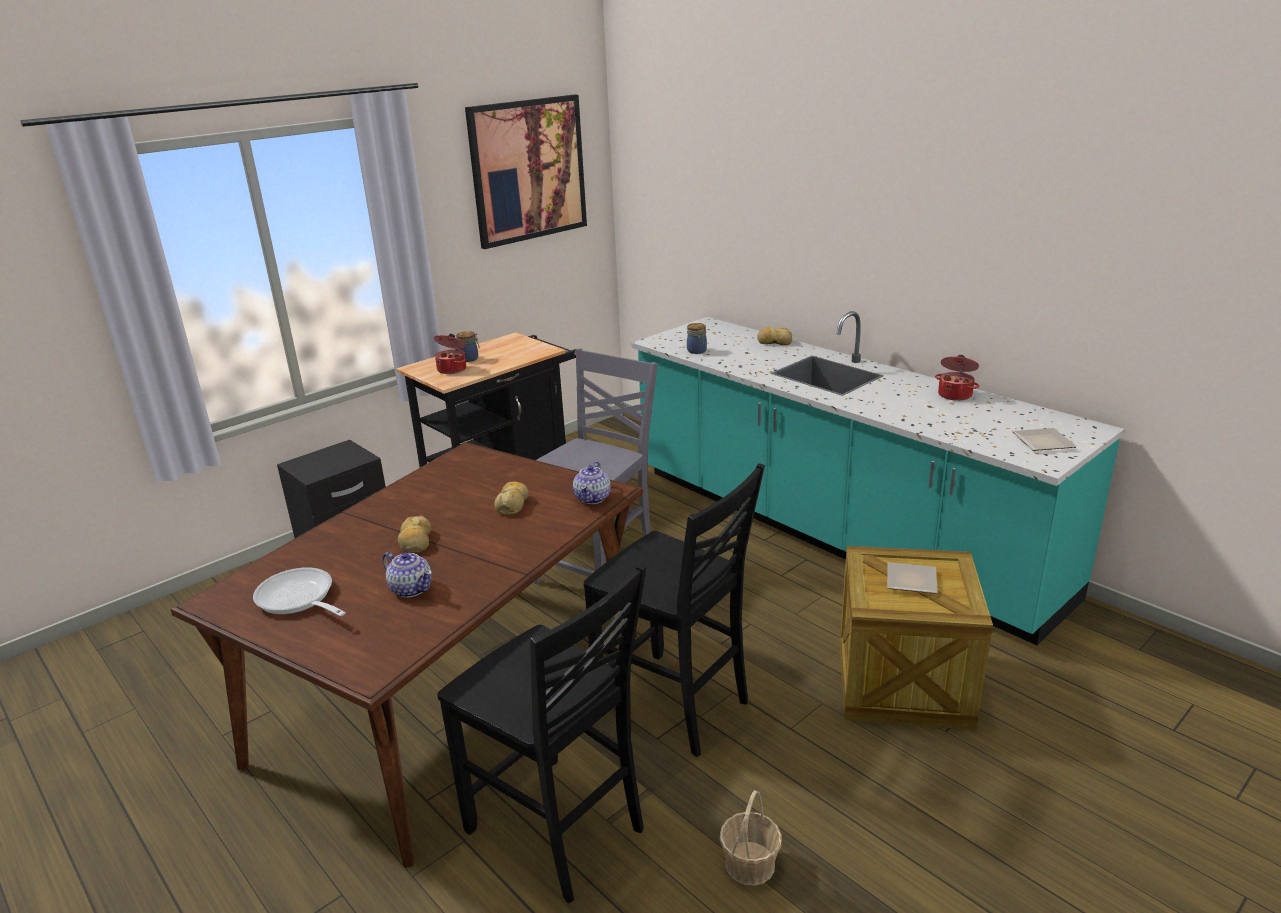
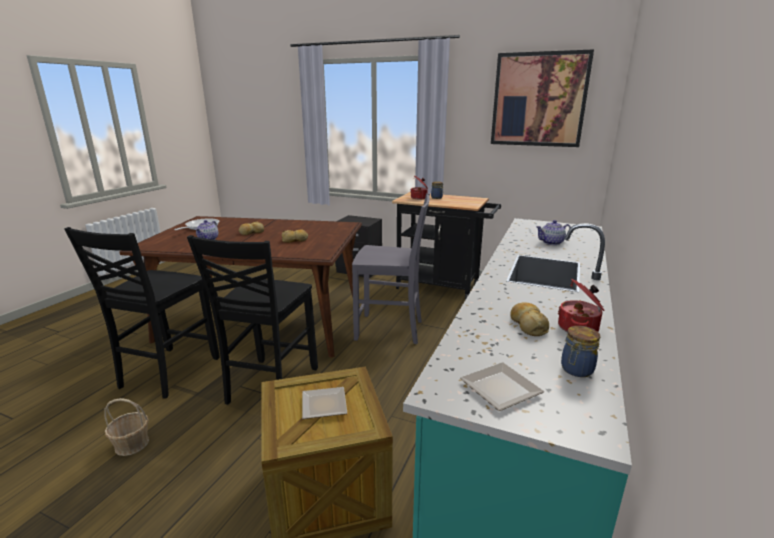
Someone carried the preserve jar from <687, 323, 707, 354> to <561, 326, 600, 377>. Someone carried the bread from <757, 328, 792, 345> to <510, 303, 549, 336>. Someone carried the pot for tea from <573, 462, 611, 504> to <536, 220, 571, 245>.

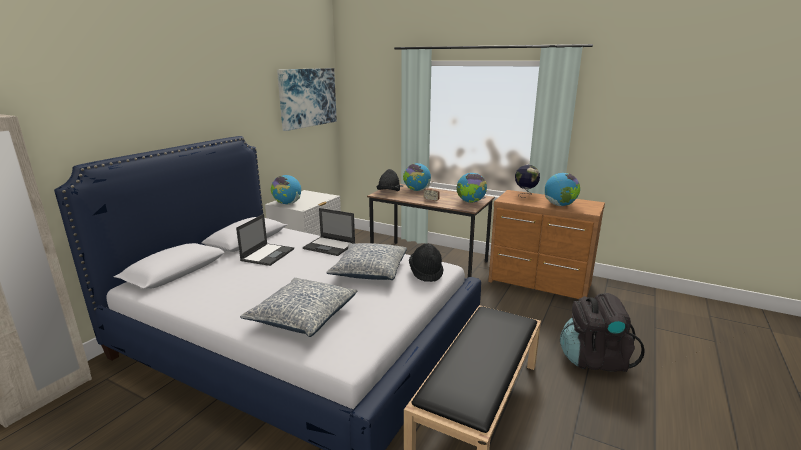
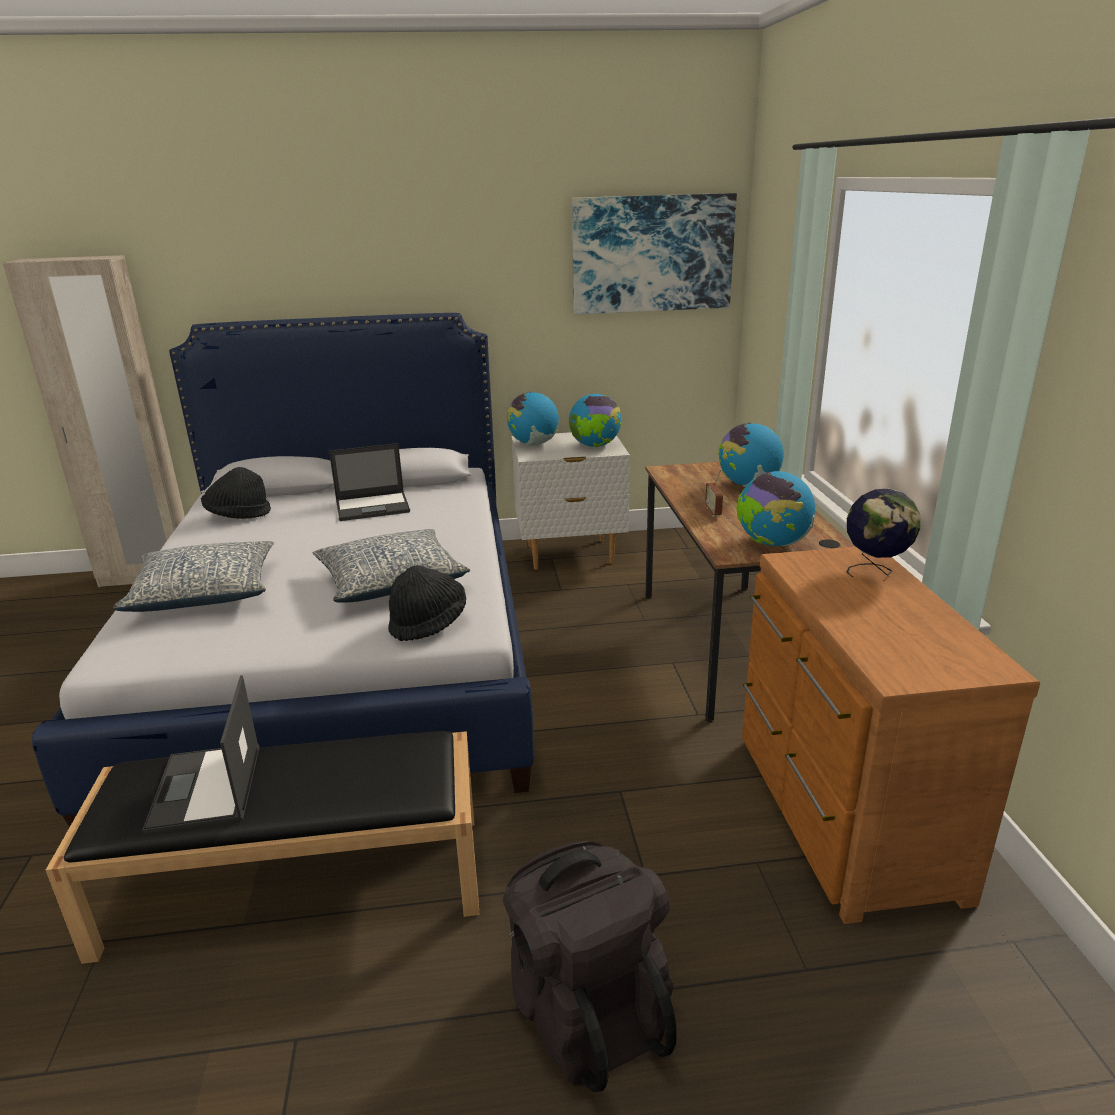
Someone carried the clothing hat (black) from <377, 169, 400, 191> to <201, 467, 271, 519>. Someone carried the desk globe from <545, 173, 580, 206> to <569, 394, 621, 448>. Someone carried the notebook computer from <303, 208, 355, 256> to <142, 675, 259, 834>.

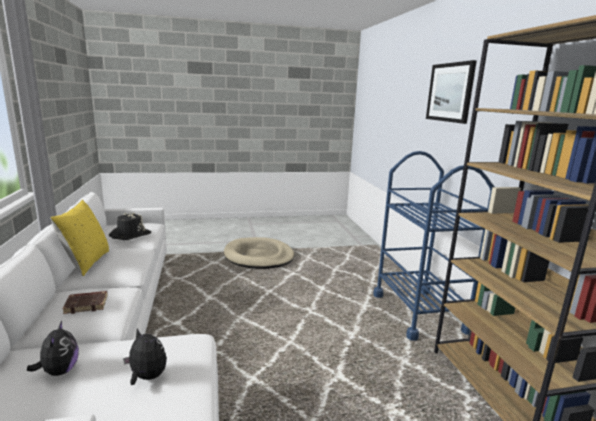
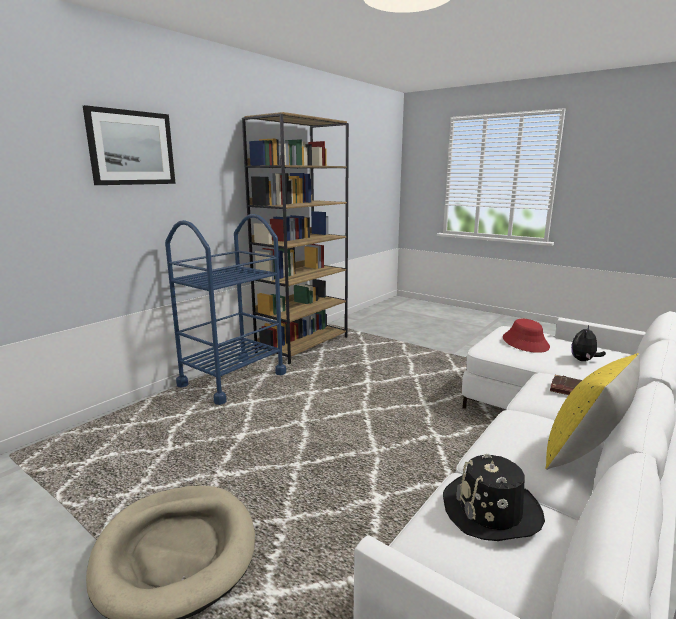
Someone swapped the soft toy at <123, 328, 167, 385> for the clothing hat (reddish) at <503, 319, 550, 353>.

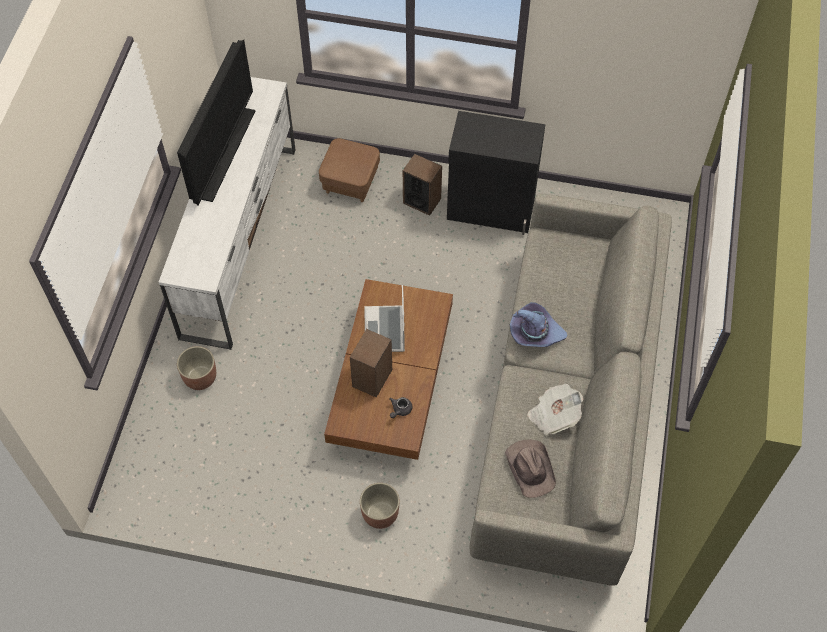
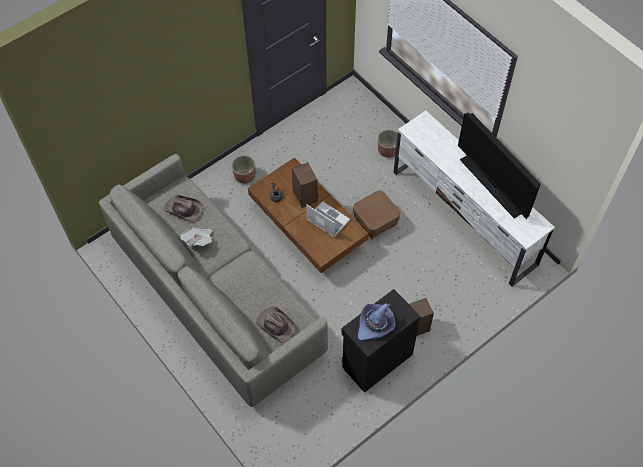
Someone carried the ottoman (brown) from <319, 138, 380, 202> to <353, 191, 400, 239>. Someone carried the clothing hat (purplish) from <510, 302, 568, 347> to <358, 303, 395, 341>. Someone put down the clothing hat (brown) at <256, 307, 296, 343>.

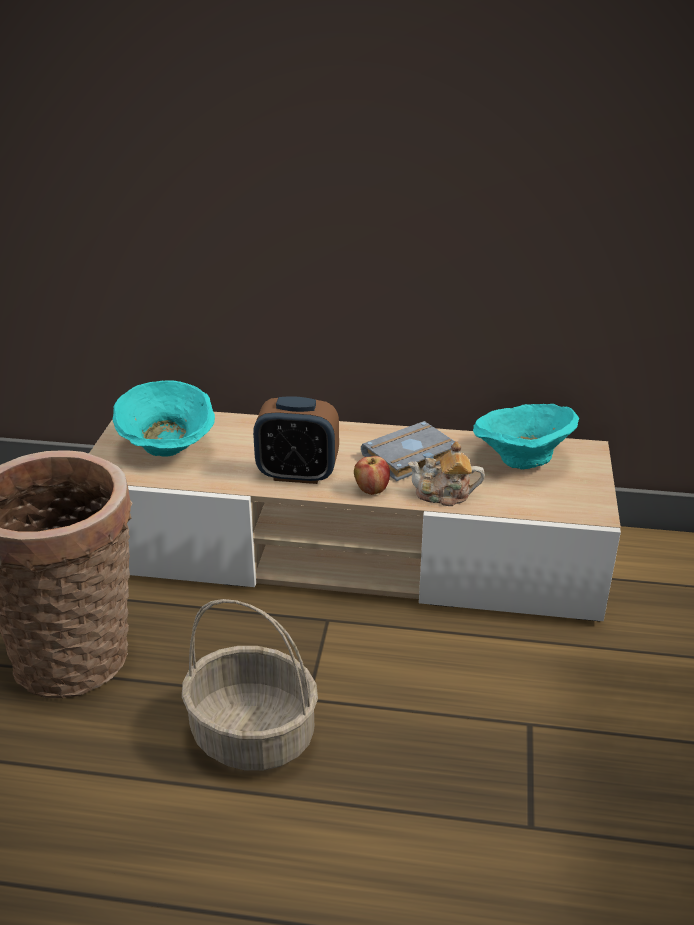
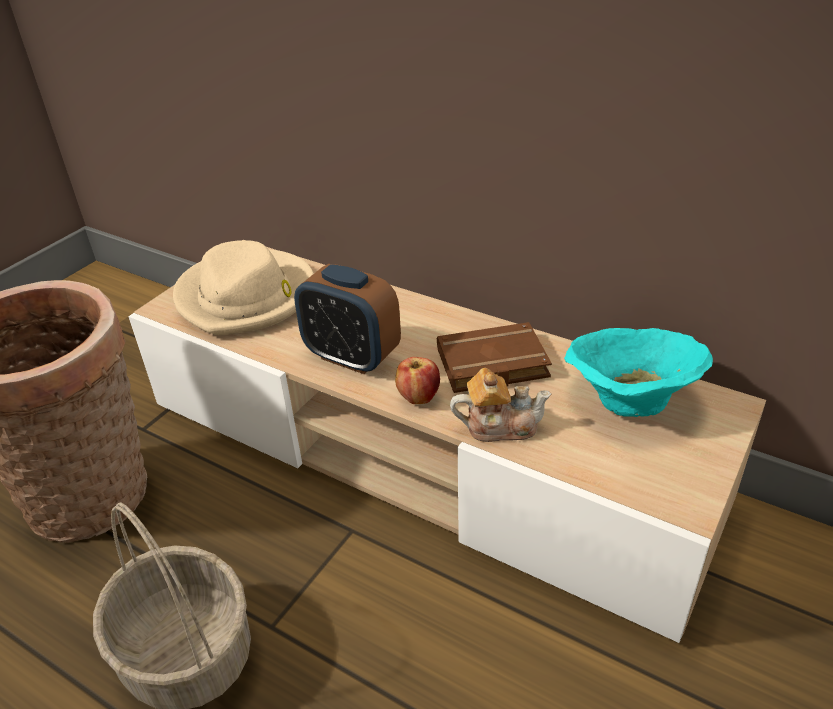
Someone swapped the serving bowl (turquoise) at <113, 380, 215, 456> for the clothing hat (beige-coloured) at <173, 240, 314, 335>. Someone repainted the bound book (grey) at <361, 421, 455, 481>, which became the bound book (brown) at <437, 322, 552, 393>. Someone rotated the pot for tea at <408, 441, 485, 506> by 150 degrees clockwise.

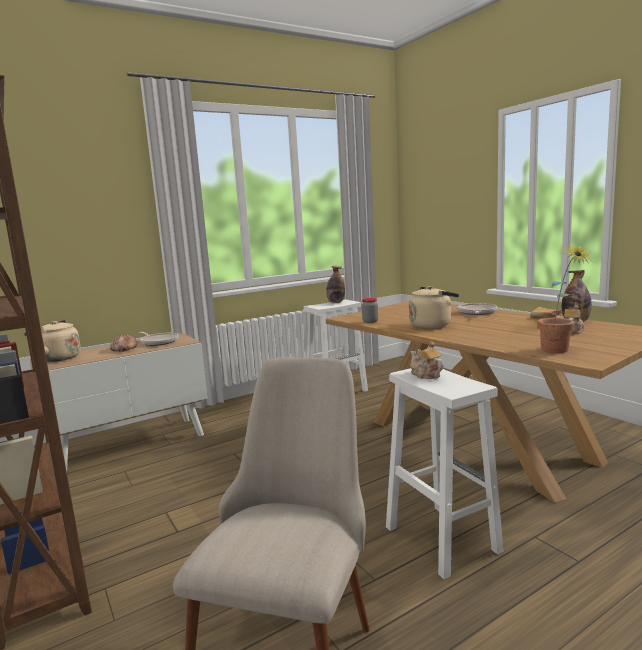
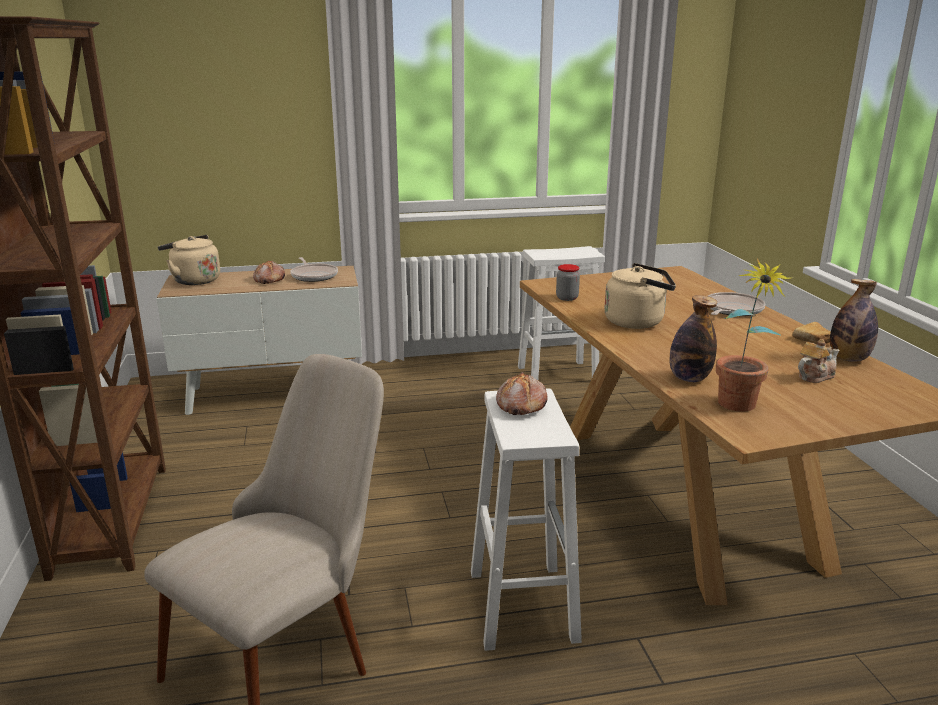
Someone carried the drink bottle from <326, 266, 345, 303> to <670, 295, 717, 382>. Someone swapped the pot for tea at <410, 341, 444, 379> for the bread at <496, 372, 548, 415>.

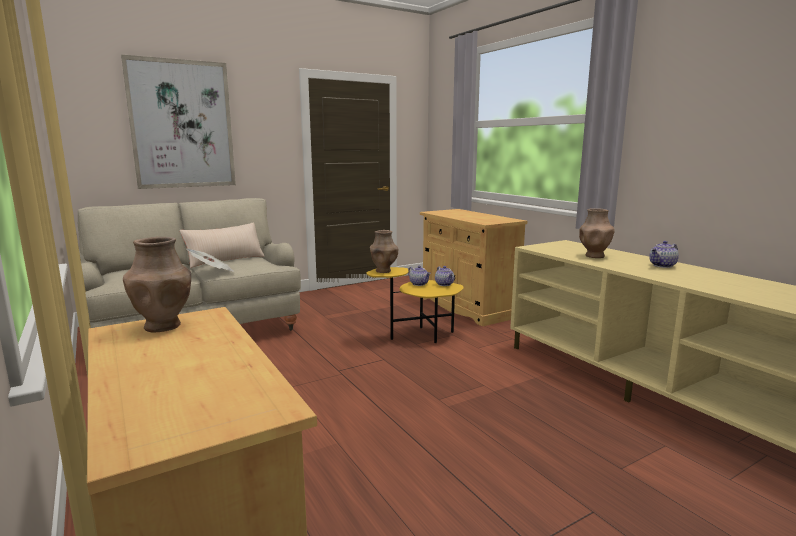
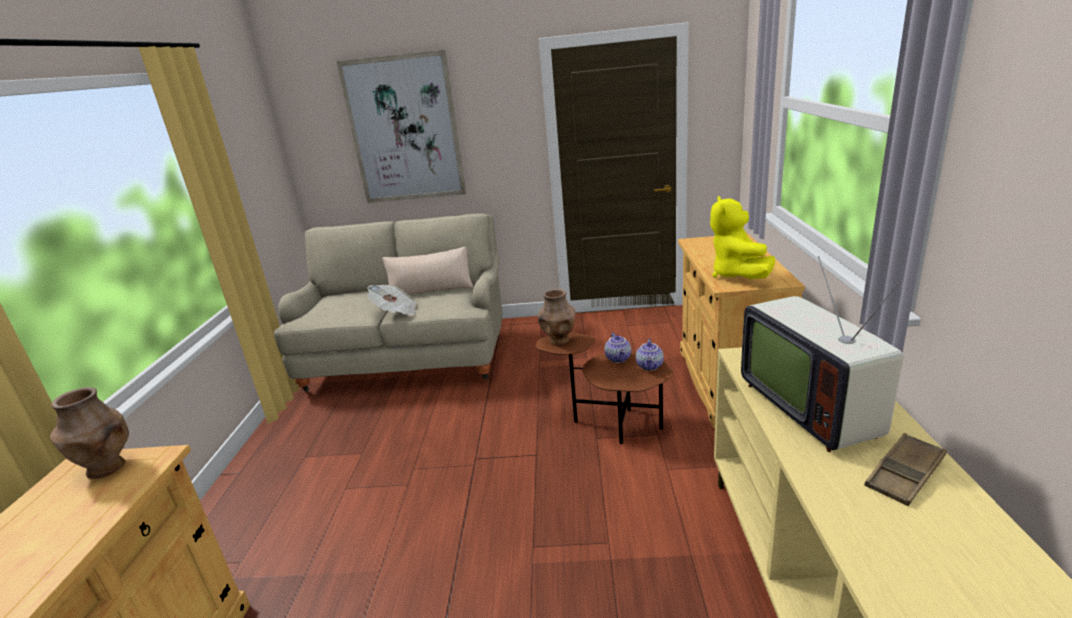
Someone swapped the decorative vase (brown) at <579, 208, 615, 258> for the TV set at <741, 256, 903, 452>. Someone swapped the pot for tea at <649, 241, 679, 268> for the carrying tray (brown) at <864, 433, 947, 506>. Someone repainted the side table (yellow-coloured) at <367, 267, 464, 343>, which became the side table (brown) at <536, 332, 673, 444>. Someone put down the soft toy (yellow-coloured) at <710, 196, 775, 279>.

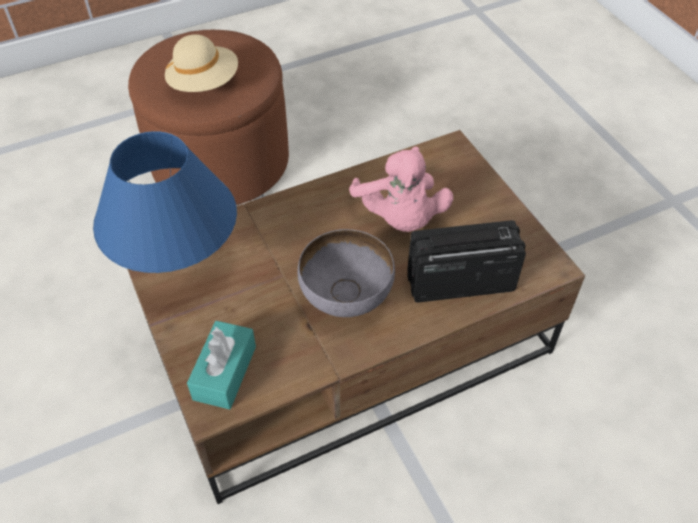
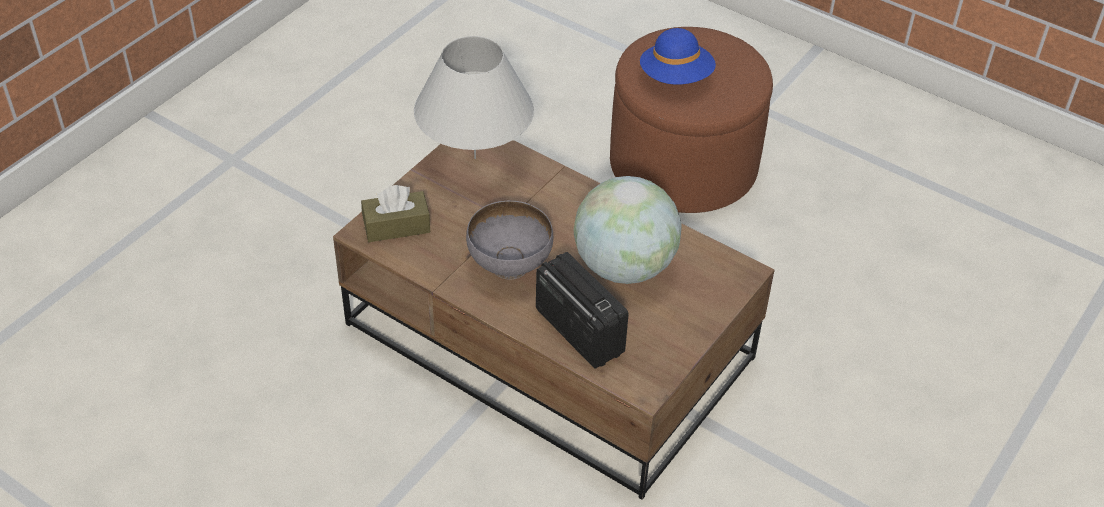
Someone repainted the clothing hat (beige-coloured) at <165, 34, 238, 92>, which became the clothing hat (blue-coloured) at <640, 28, 716, 85>. Someone repainted the table lamp (blue-coloured) at <93, 131, 237, 273>, which became the table lamp (white) at <414, 36, 534, 159>. Someone swapped the soft toy (pink) at <349, 147, 453, 232> for the desk globe at <574, 176, 681, 284>. Someone repainted the box of tissues (turquoise) at <187, 321, 256, 409>, which became the box of tissues (brown) at <361, 185, 430, 242>.

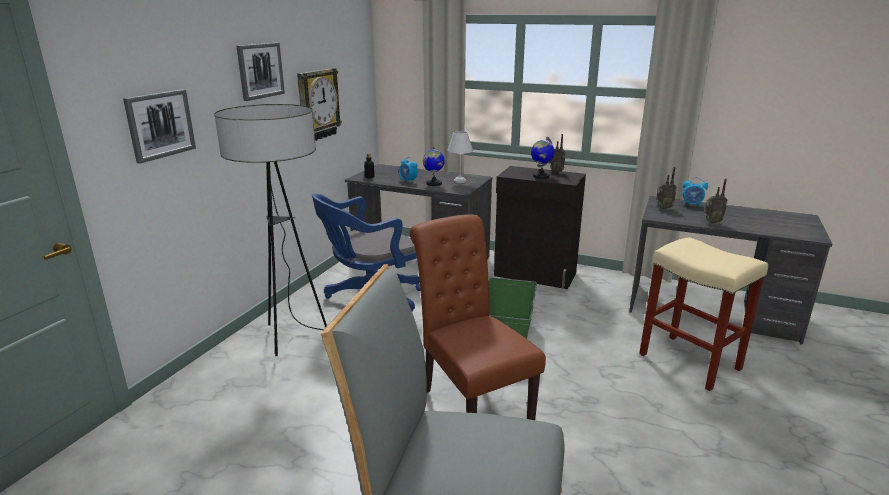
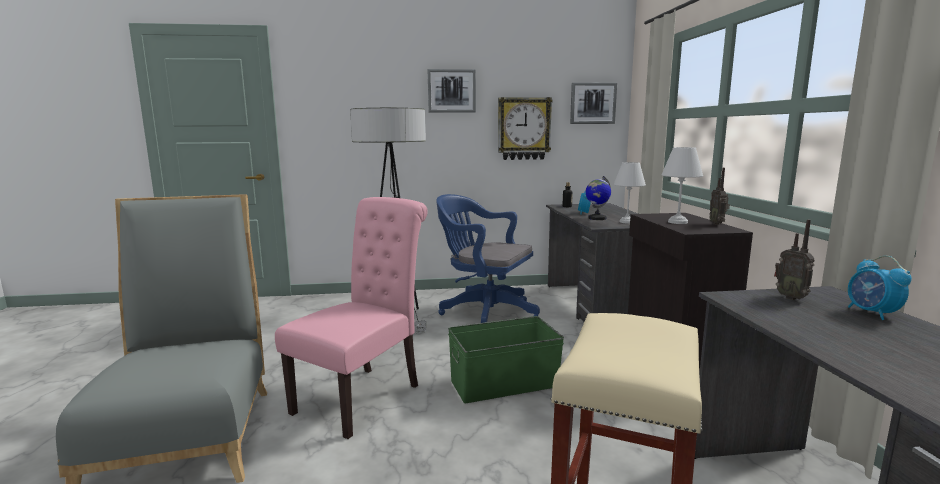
Someone carried the wall picture from <123, 89, 196, 163> to <570, 83, 617, 124>. Someone swapped the desk globe at <531, 137, 554, 179> for the table lamp (white) at <662, 147, 703, 224>. Someone took away the radio receiver at <705, 179, 727, 224>. Someone repainted the plain chair (brown) at <410, 214, 546, 420>, which became the plain chair (pink) at <275, 197, 428, 439>.

